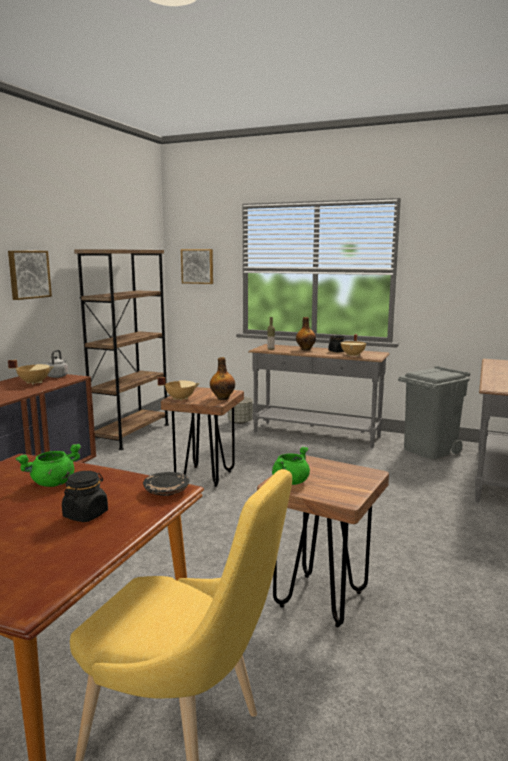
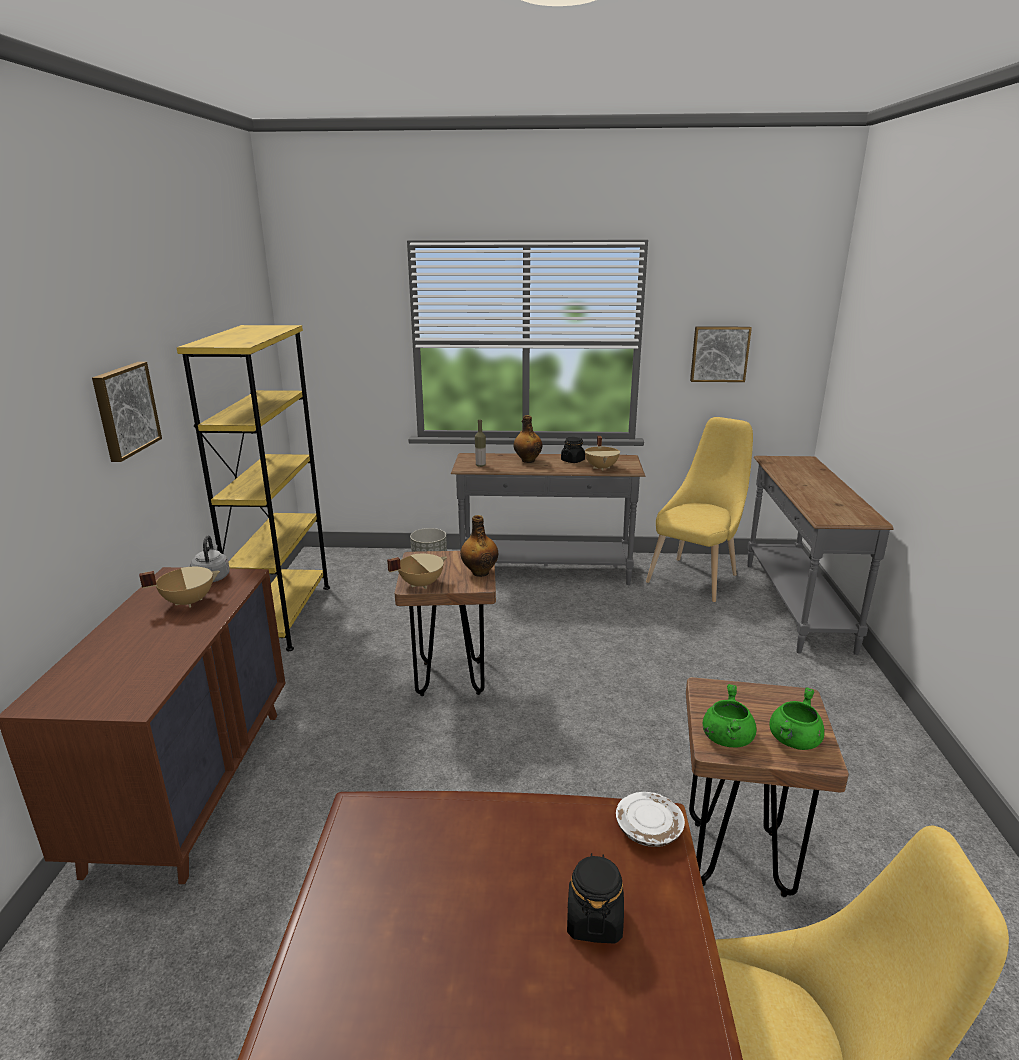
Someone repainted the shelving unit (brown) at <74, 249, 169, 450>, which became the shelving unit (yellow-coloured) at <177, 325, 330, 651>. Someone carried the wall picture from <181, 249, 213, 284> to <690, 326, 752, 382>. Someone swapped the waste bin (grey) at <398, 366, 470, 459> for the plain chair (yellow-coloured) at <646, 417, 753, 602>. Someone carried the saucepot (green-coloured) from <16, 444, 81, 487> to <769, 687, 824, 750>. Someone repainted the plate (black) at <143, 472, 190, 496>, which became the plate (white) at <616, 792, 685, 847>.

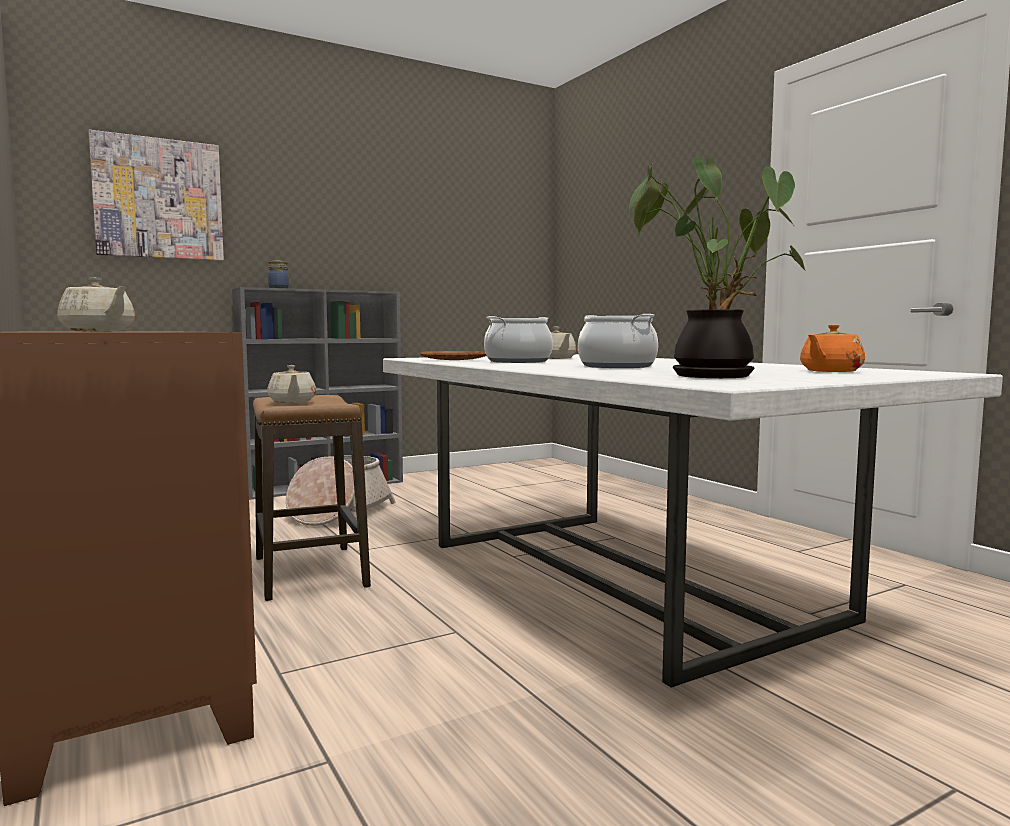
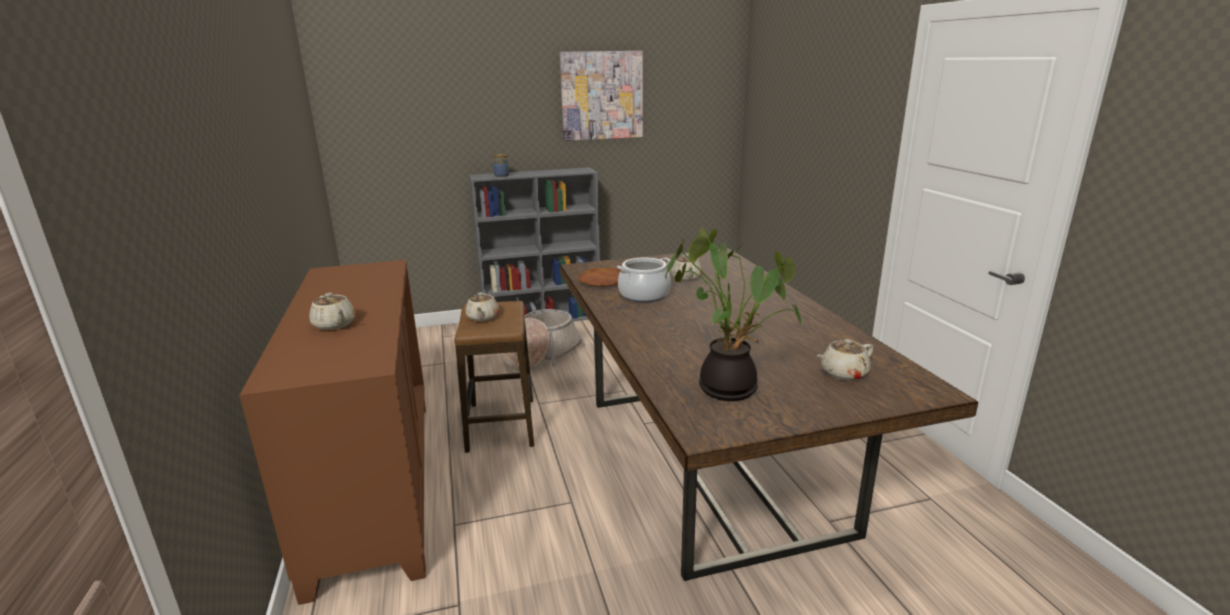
Someone carried the wall picture from <88, 130, 224, 261> to <560, 51, 643, 141>. Someone took away the saucepot at <578, 314, 658, 368>. Someone repainted the pot for tea (orange) at <800, 325, 865, 372>, which became the pot for tea (beige-coloured) at <817, 339, 874, 381>. Someone repainted the dining table (white) at <383, 354, 1003, 688>, which became the dining table (brown) at <560, 248, 978, 581>.

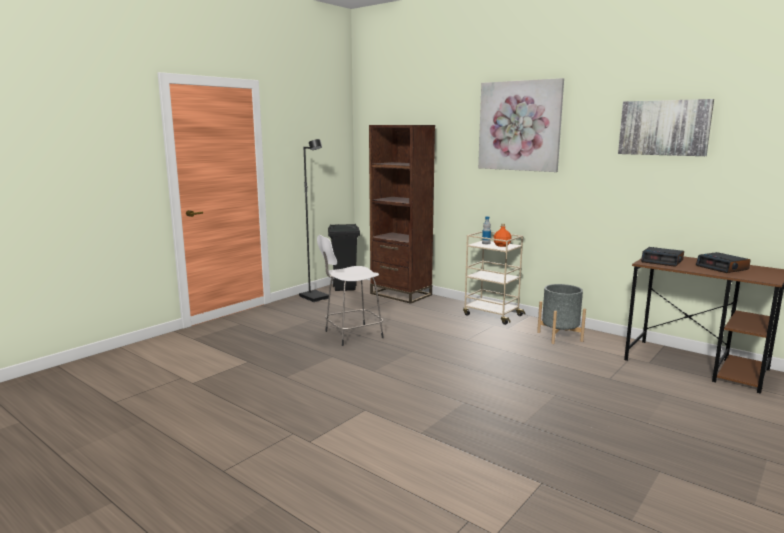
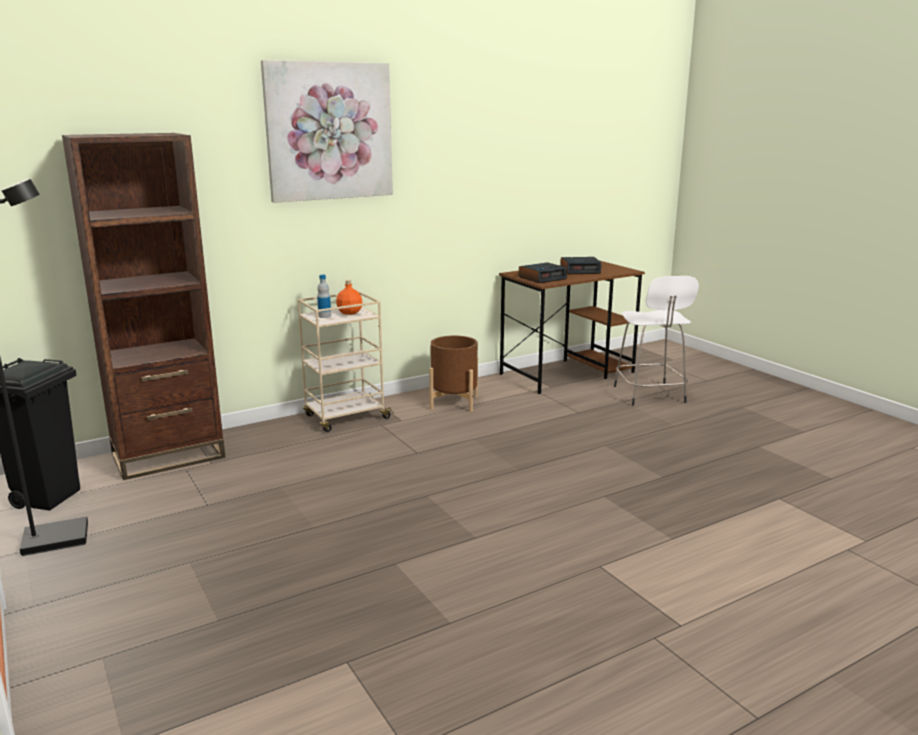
Someone took away the wall picture at <618, 99, 714, 156>. Someone carried the stool (white) from <317, 235, 384, 346> to <614, 276, 699, 406>. Someone repainted the plant pot (grey) at <537, 284, 586, 344>, which became the plant pot (brown) at <429, 336, 478, 412>.

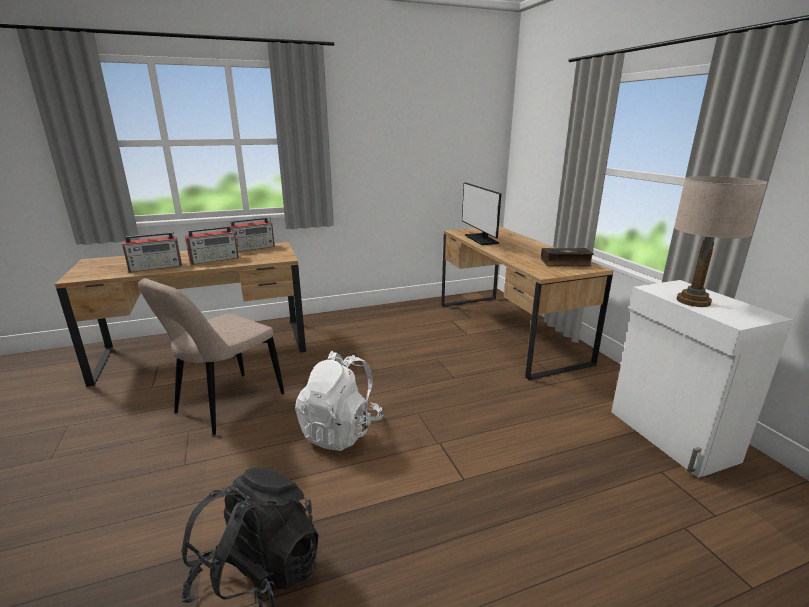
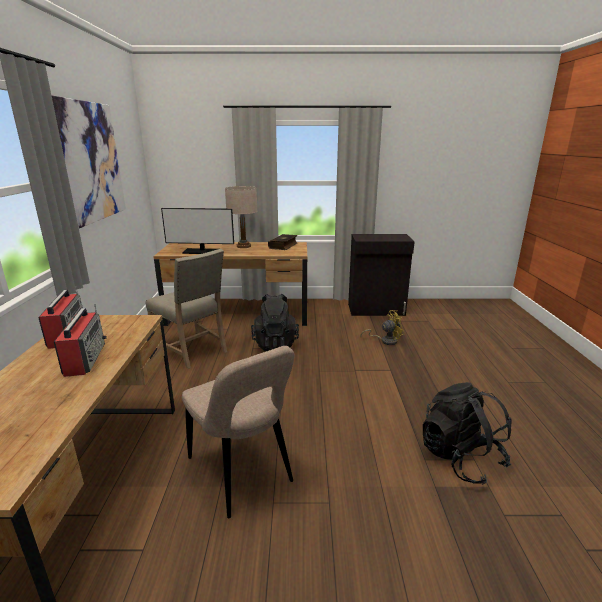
Someone carried the table lamp (beige-coloured) from <674, 176, 767, 307> to <225, 186, 257, 248>. Someone took away the radio receiver at <122, 232, 182, 272>. Someone repainted the cupboard (white) at <611, 280, 793, 478>, which became the cupboard (black) at <348, 234, 415, 316>. Someone took away the backpack (white) at <295, 351, 383, 451>. Someone put up the wall picture at <52, 96, 126, 228>. Someone put down the plain chair (beige-coloured) at <146, 249, 227, 369>. Someone put down the backpack (black) at <251, 294, 299, 351>. Someone put down the cooling fan (yellow-coloured) at <361, 310, 405, 345>.

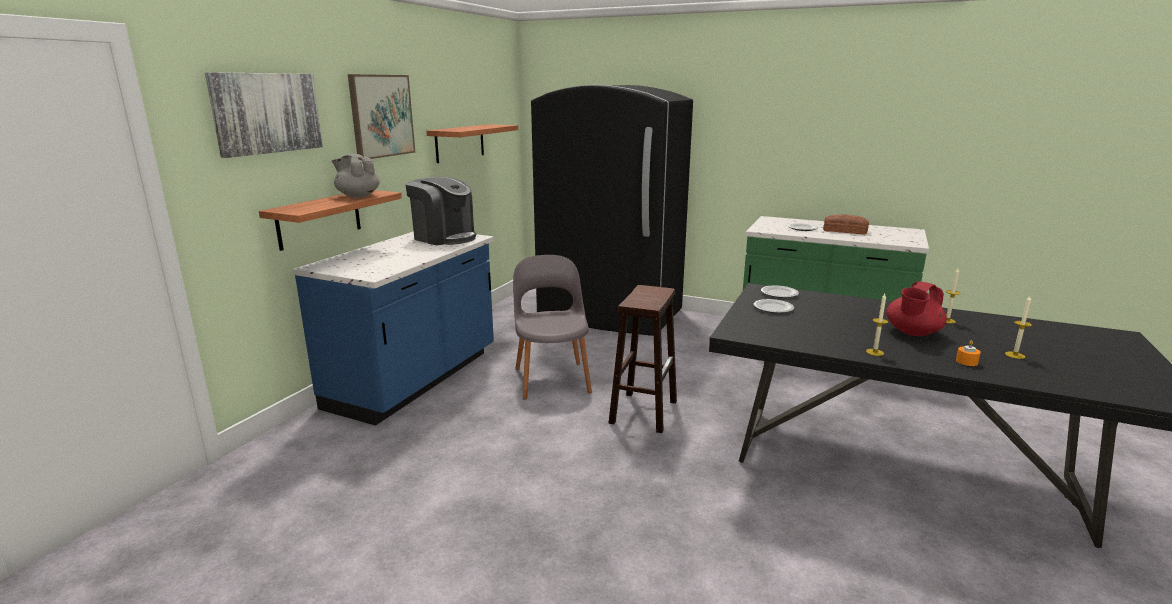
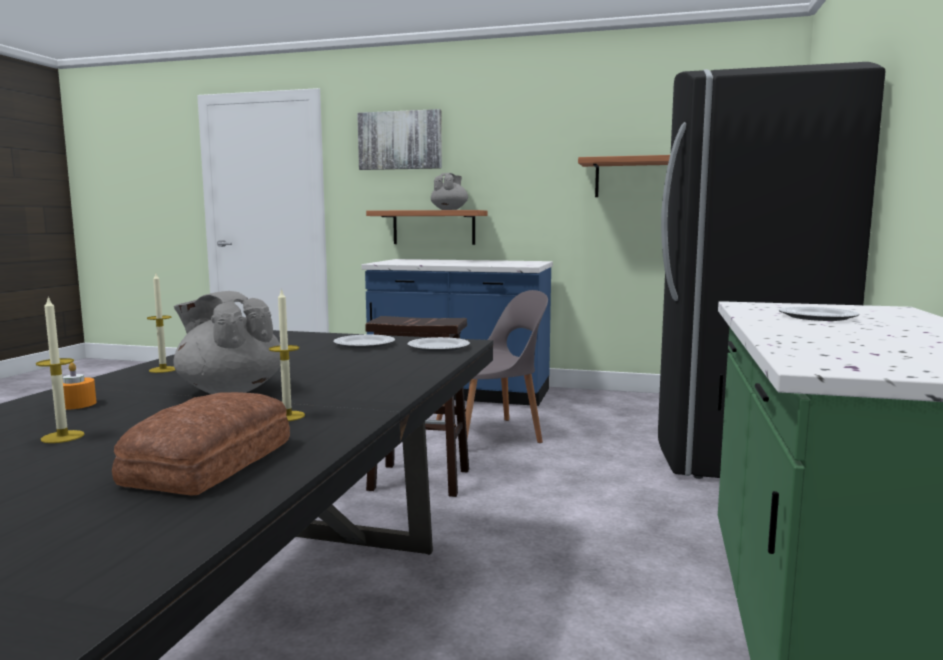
Someone took away the wall picture at <348, 74, 415, 160>. Someone took away the coffee machine at <405, 177, 476, 245>. Someone carried the bread from <823, 215, 869, 235> to <112, 392, 290, 496>. Someone repainted the pot for tea (reddish) at <886, 281, 947, 336>, which became the pot for tea (grey) at <174, 291, 281, 394>.

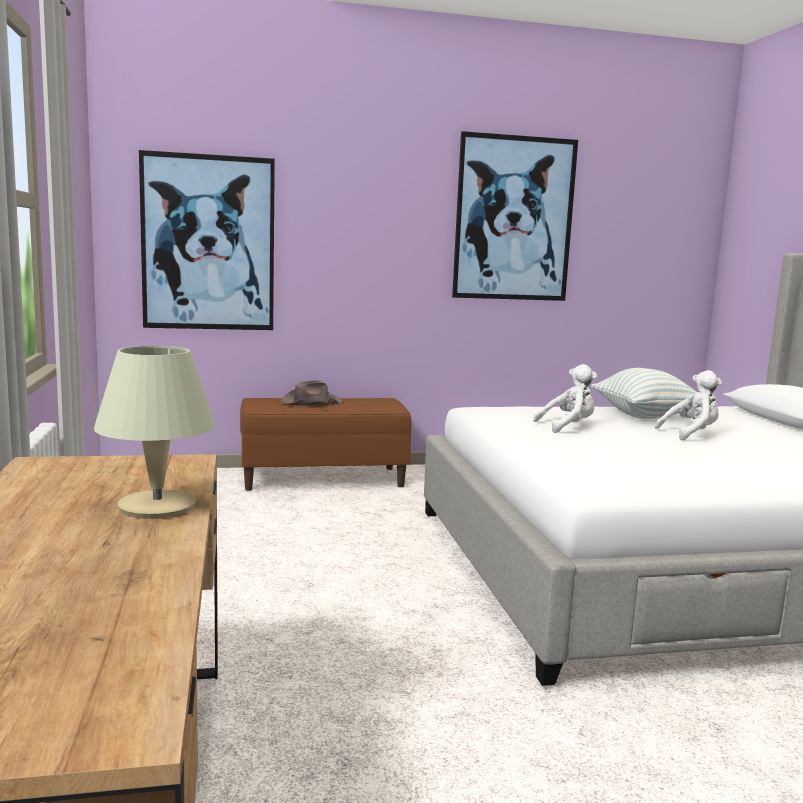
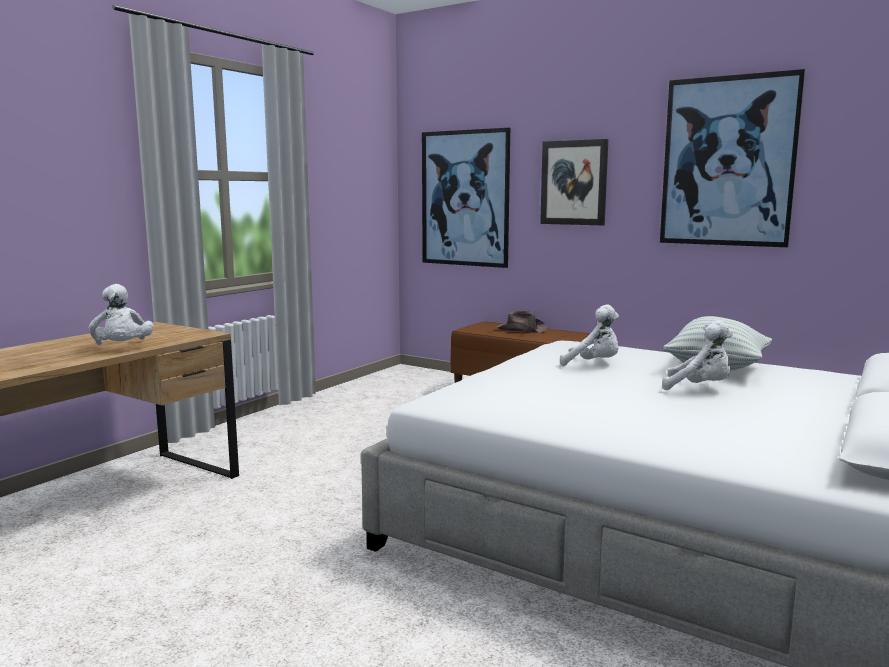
Someone swapped the table lamp (beige-coloured) at <94, 346, 215, 519> for the soft toy (white) at <89, 284, 154, 345>. Someone put up the wall picture at <540, 139, 608, 225>.

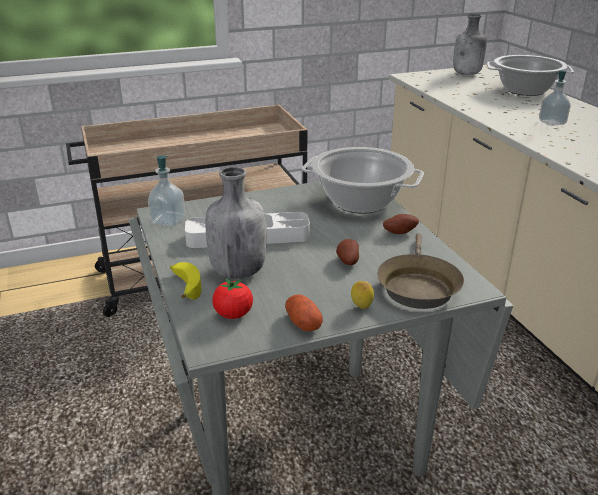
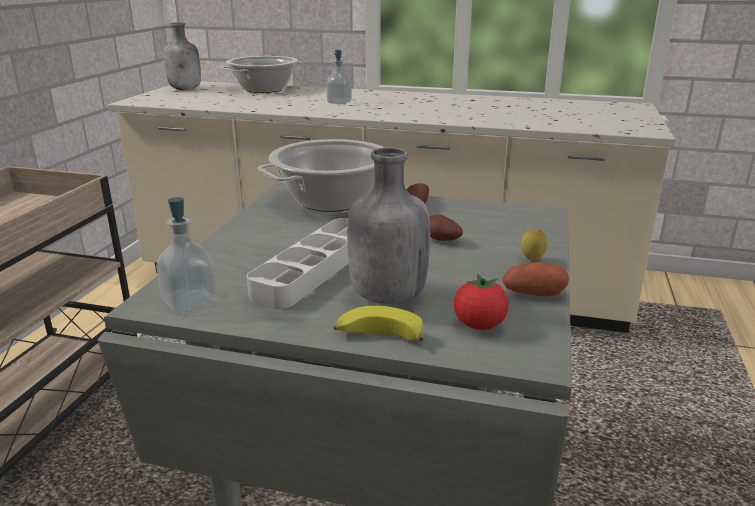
Someone took away the skillet (brown) at <377, 233, 464, 309>.

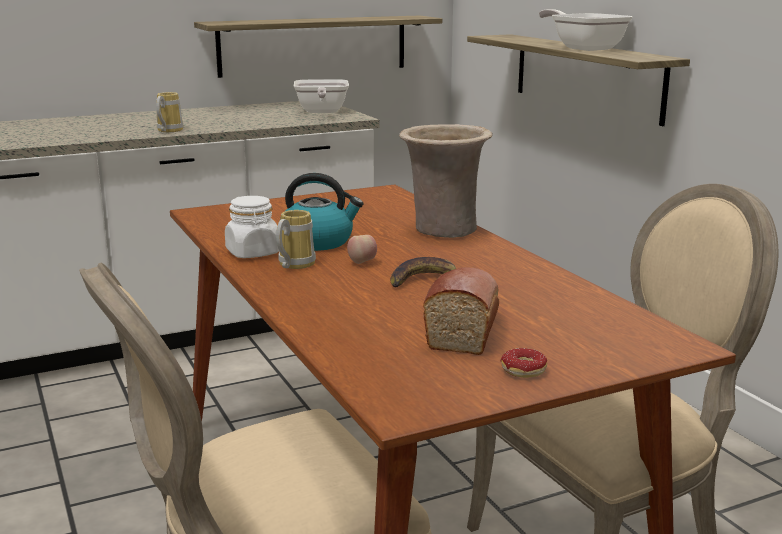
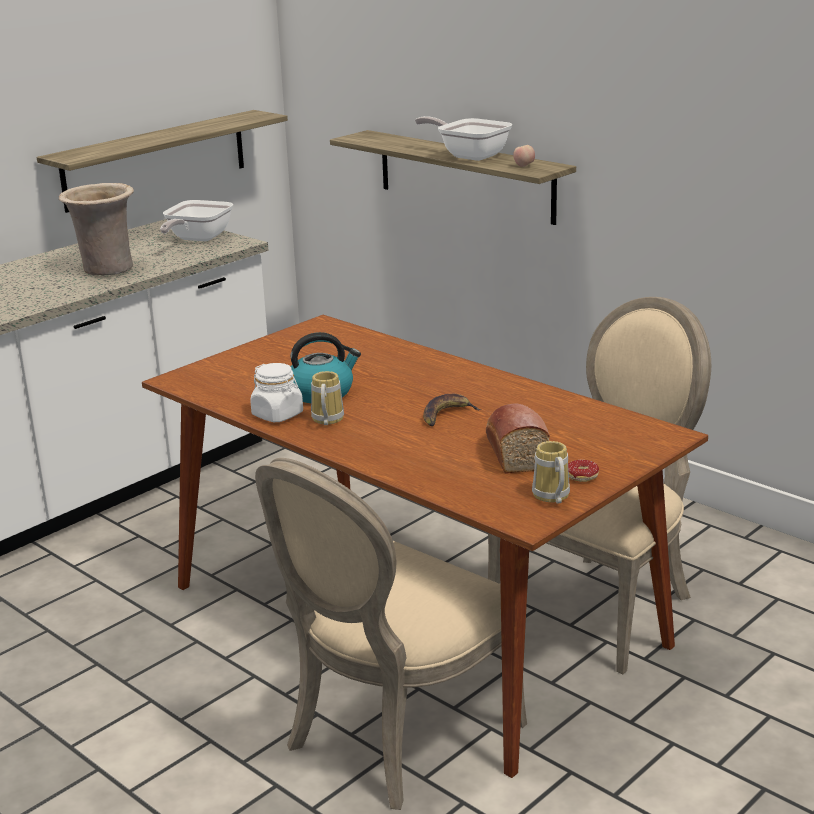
Someone rotated the skillet at <294, 79, 349, 113> by 45 degrees clockwise. Someone carried the coffee mug from <156, 92, 183, 132> to <532, 441, 570, 504>. Someone carried the decorative vase (beige-coloured) from <399, 124, 492, 238> to <59, 183, 134, 275>. Someone carried the apple fruit from <347, 235, 377, 264> to <514, 145, 535, 167>.

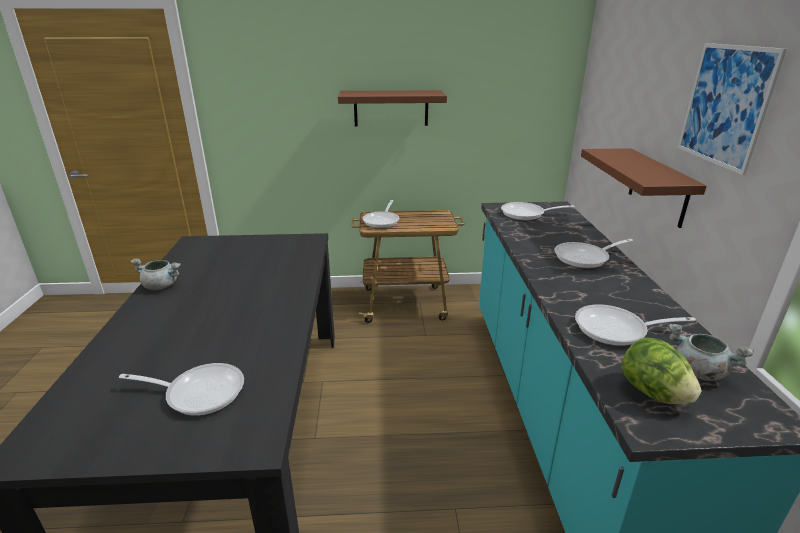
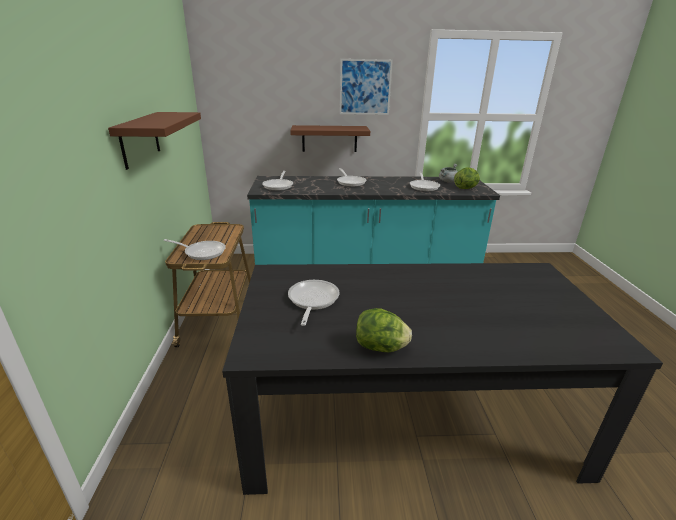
Someone swapped the saucepot (grey) at <130, 258, 181, 290> for the lettuce head at <356, 308, 412, 352>. Someone carried the skillet from <119, 363, 244, 416> to <288, 280, 340, 326>.

